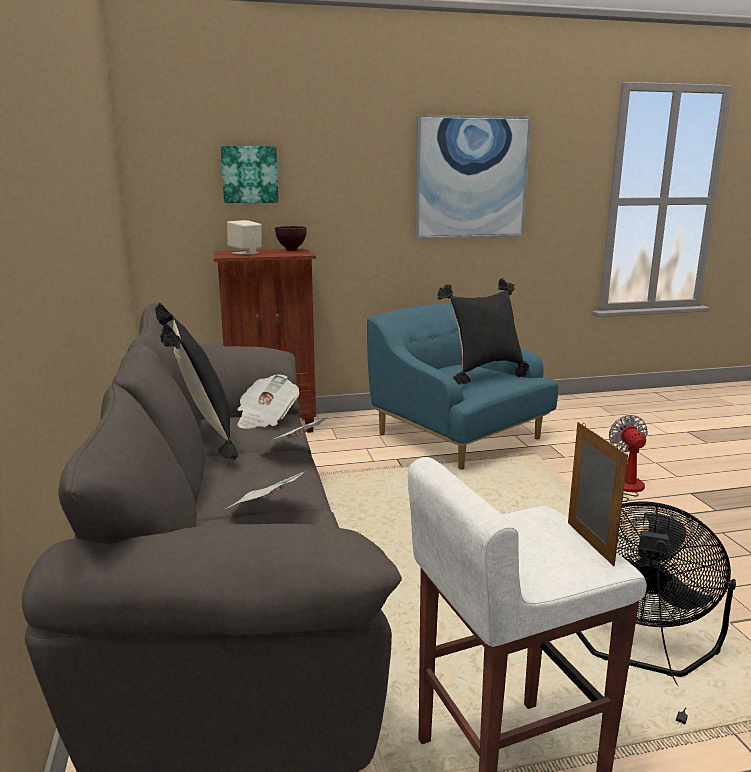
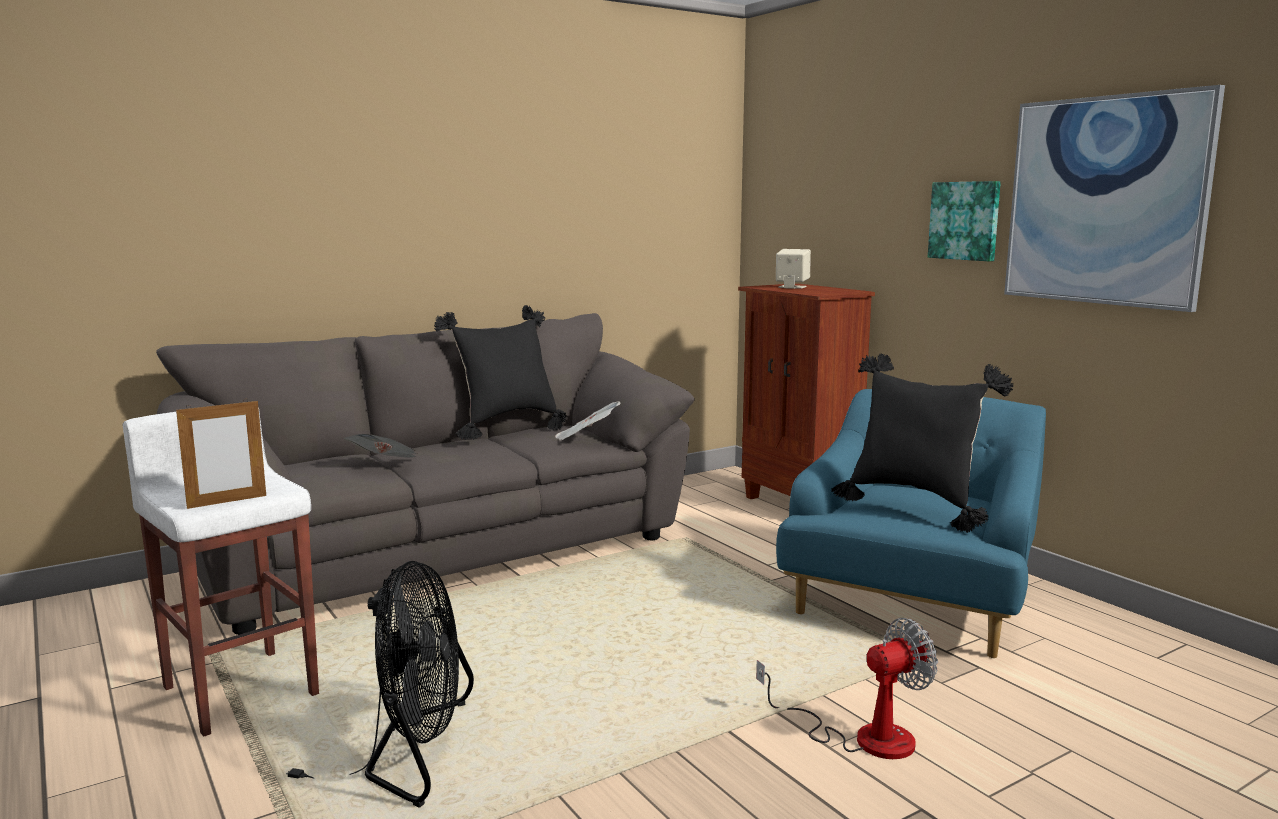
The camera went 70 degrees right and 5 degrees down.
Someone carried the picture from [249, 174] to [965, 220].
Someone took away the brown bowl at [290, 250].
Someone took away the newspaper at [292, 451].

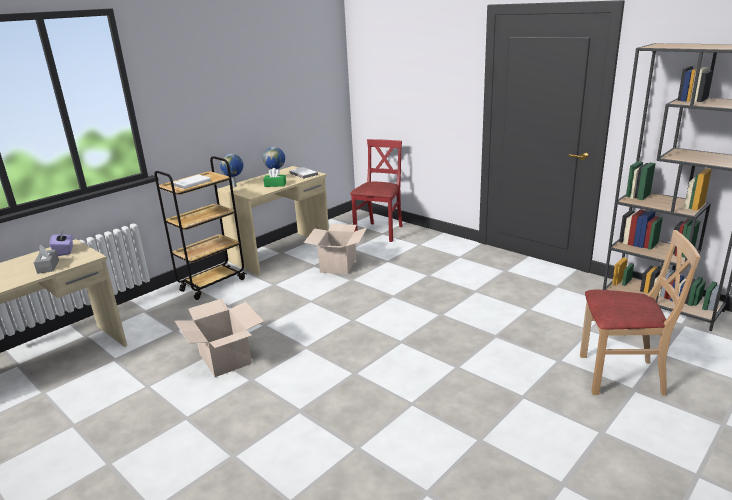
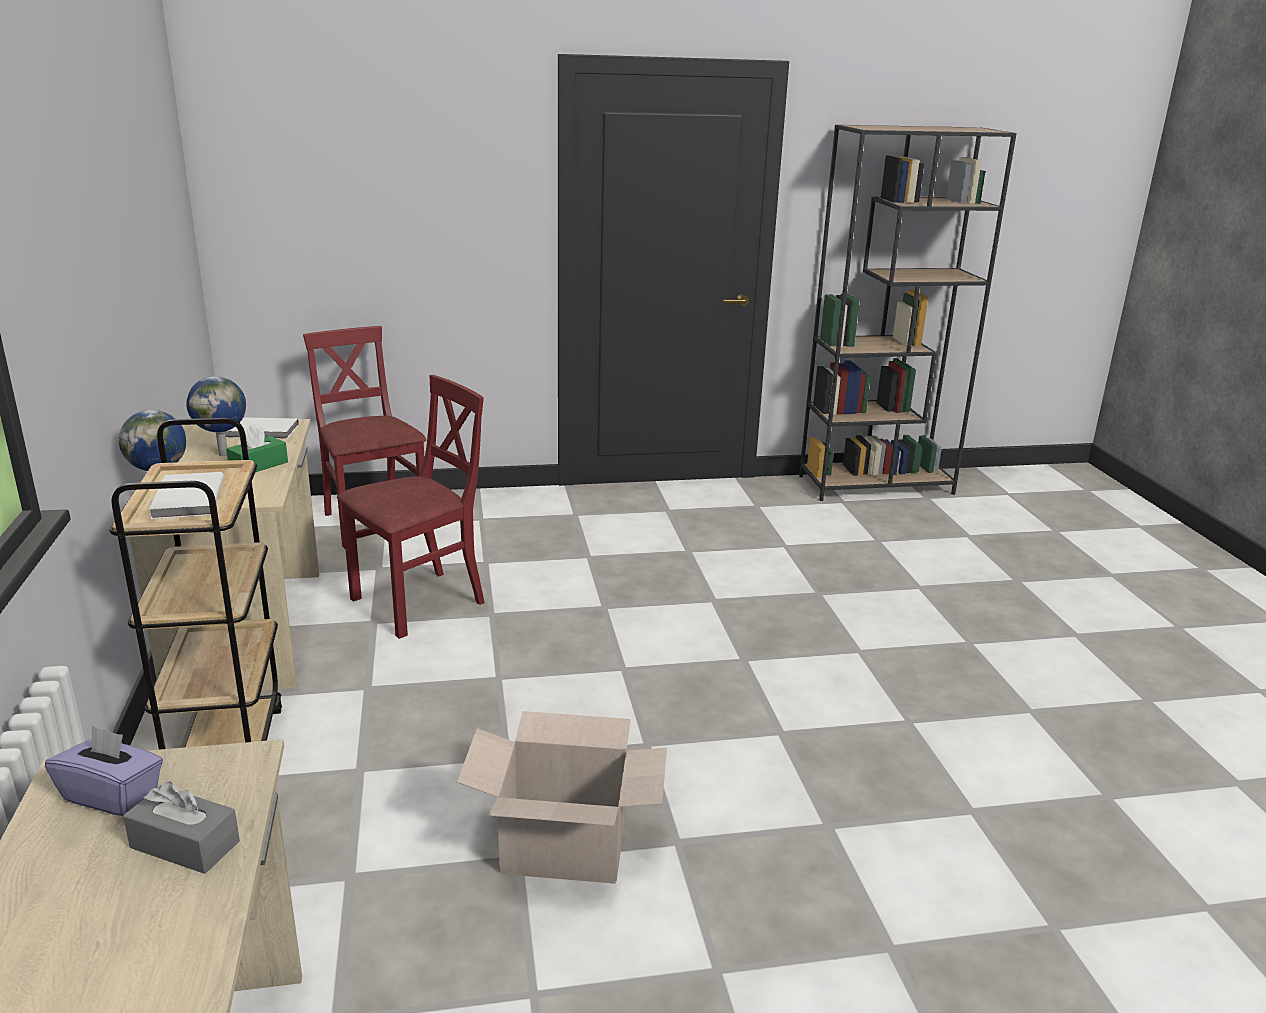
The camera went 55 degrees left and 0 degrees up.
Someone swapped the cardboard box at [338, 265] for the red chair at [418, 602].
Someone took away the beige chair at [620, 375].

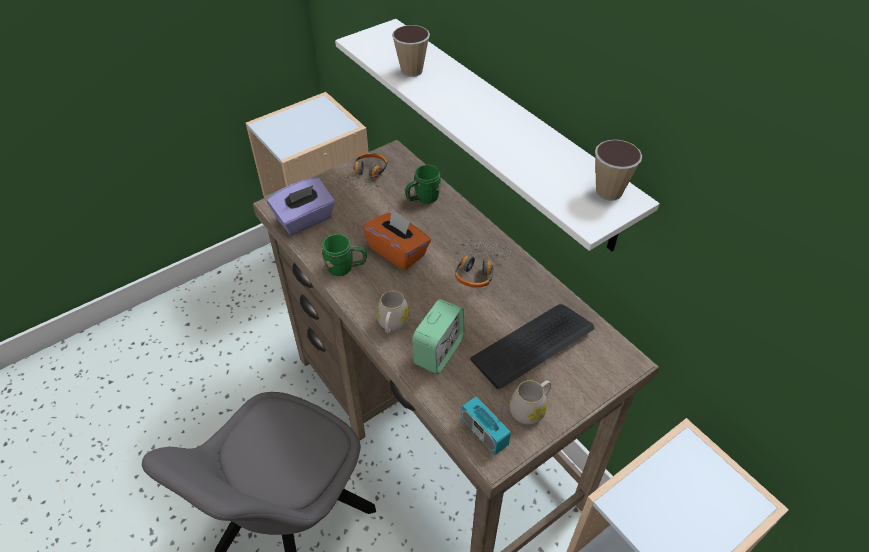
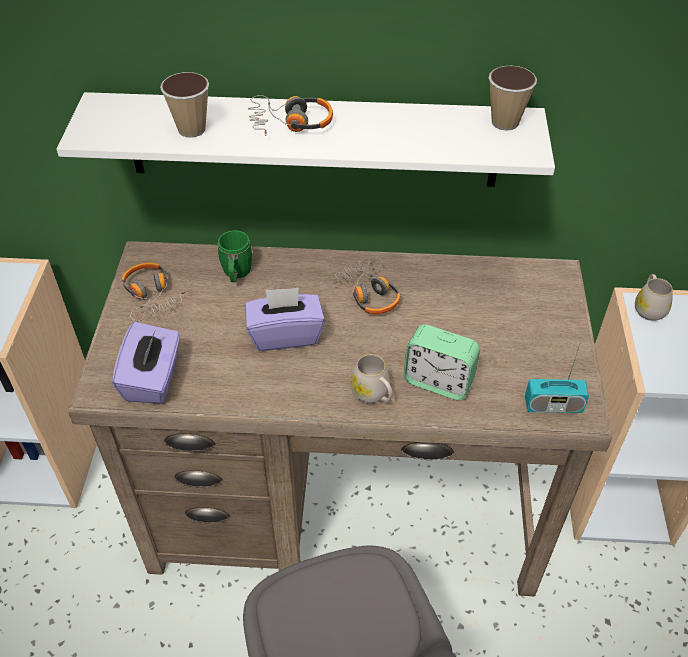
The camera went 50 degrees left and 0 degrees up.
Someone repainted the orange tissue box at [398, 252], which became the purple tissue box at [285, 334].
Someone took away the green mug at [346, 268].
Someone rotated the alarm clock at [438, 352] by 135 degrees clockwise.
Someone took away the keyboard at [531, 346].
Someone carried the white mug from [530, 409] to [648, 308].
Someone put down the headphones at [290, 123].

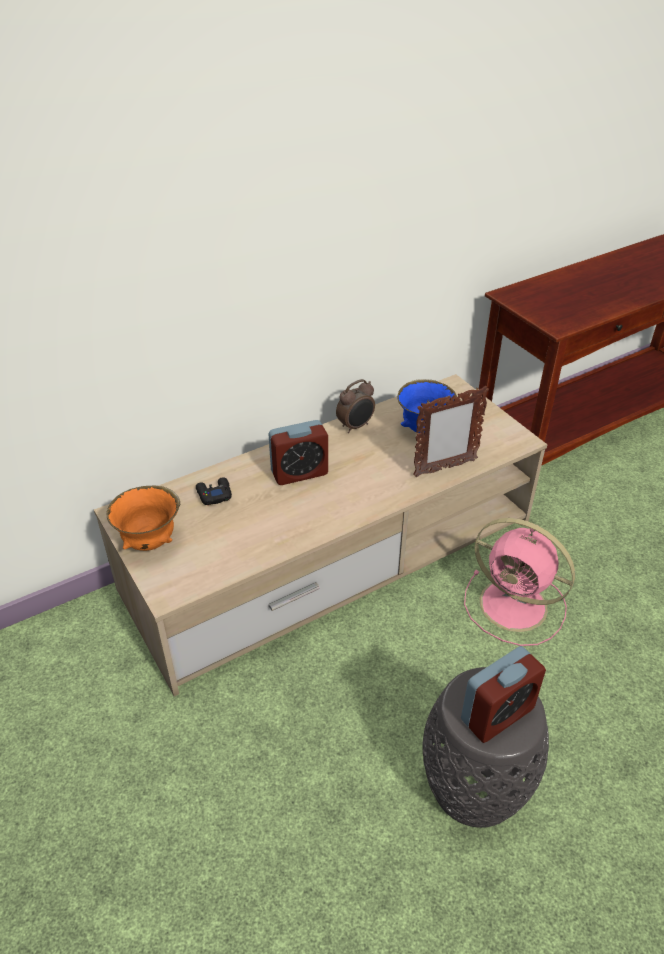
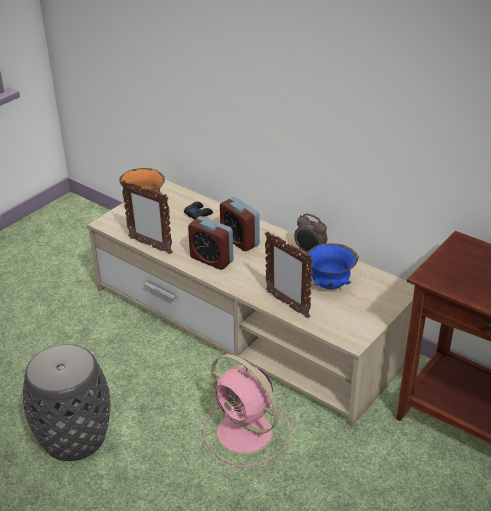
The camera went 70 degrees right and 5 degrees down.
Someone rotated the pink fan at [516, 606] by 60 degrees counterclockwise.
Someone carried the alarm clock from [497, 714] to [211, 259].
Someone put down the picture frame at [150, 245].

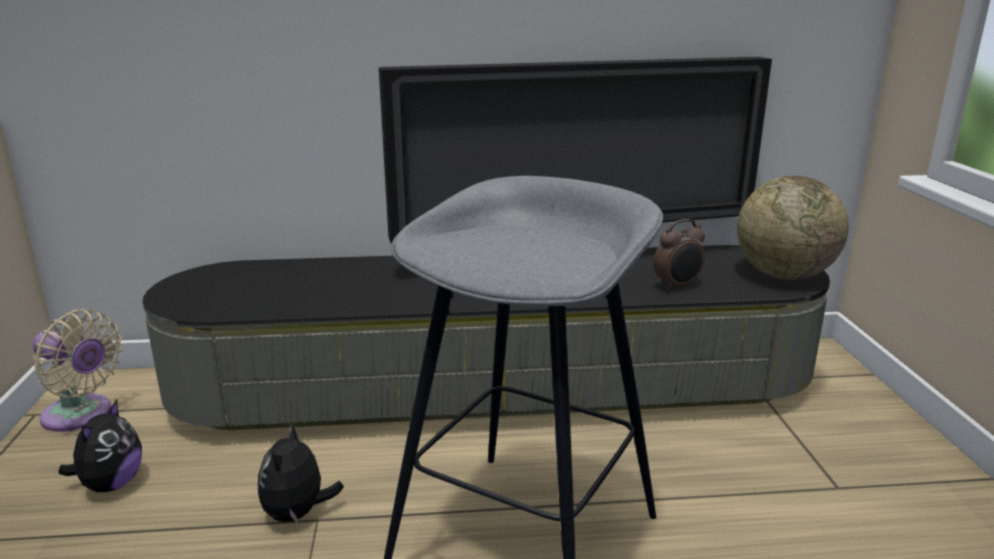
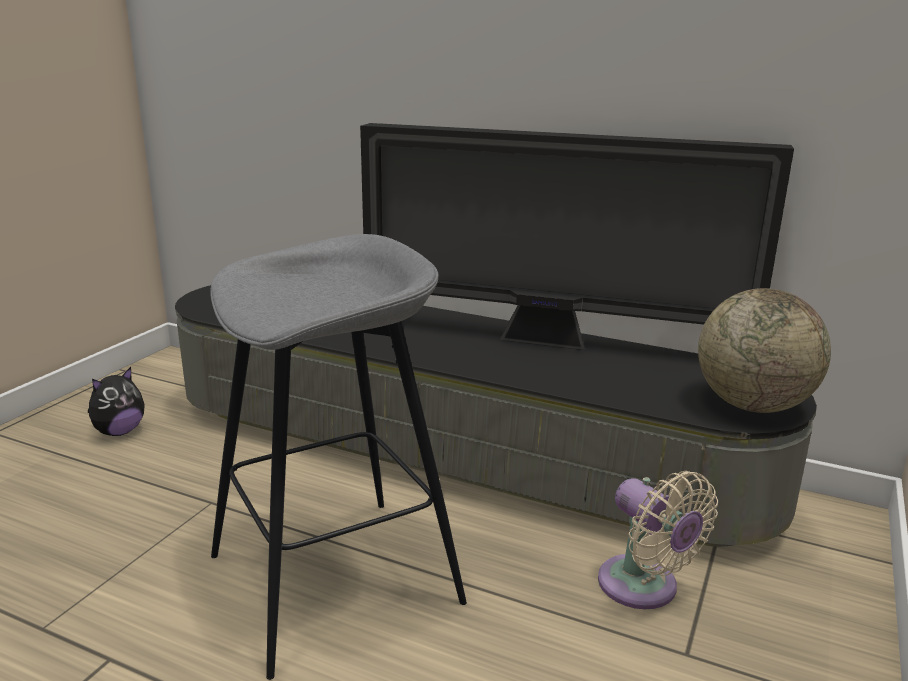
The camera went 30 degrees right and 0 degrees up.
Someone took away the alarm clock at [677, 286].
Someone carried the beige fan from [81, 415] to [643, 588].
Someone took away the plush toy at [298, 514].

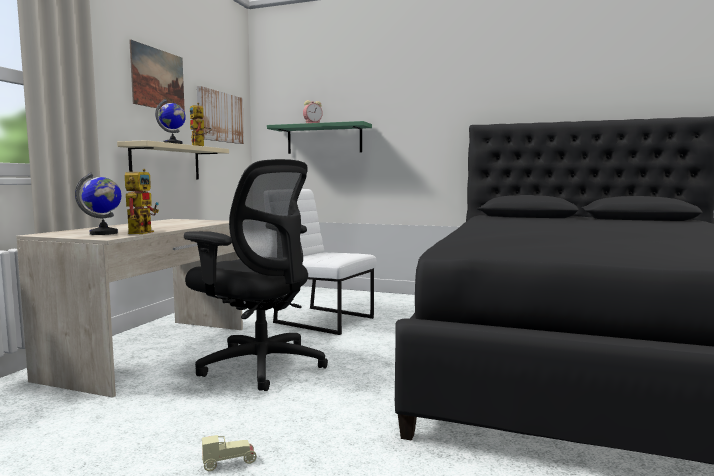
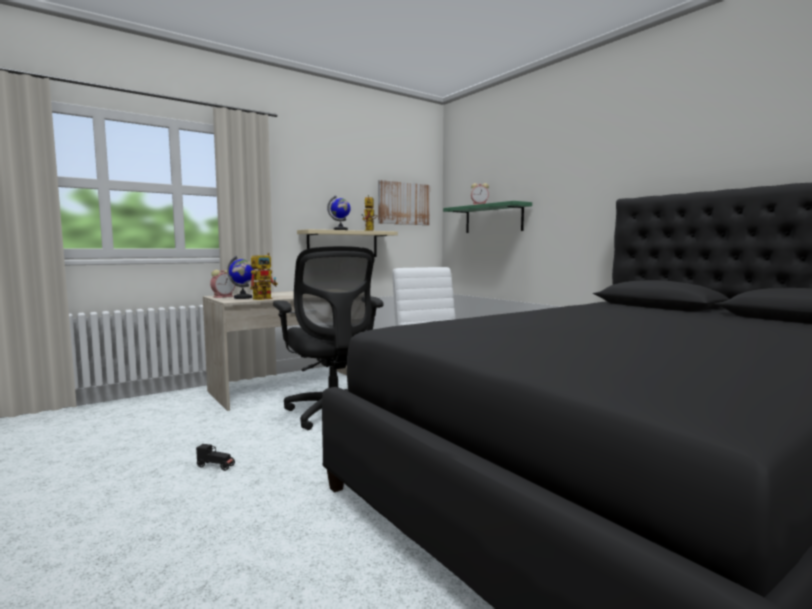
The camera went 35 degrees right and 0 degrees up.
Someone took away the picture at [158, 79].
Someone repainted the beige toy car at [229, 462], which became the black toy car at [216, 466].
Someone put down the alarm clock at [224, 296].

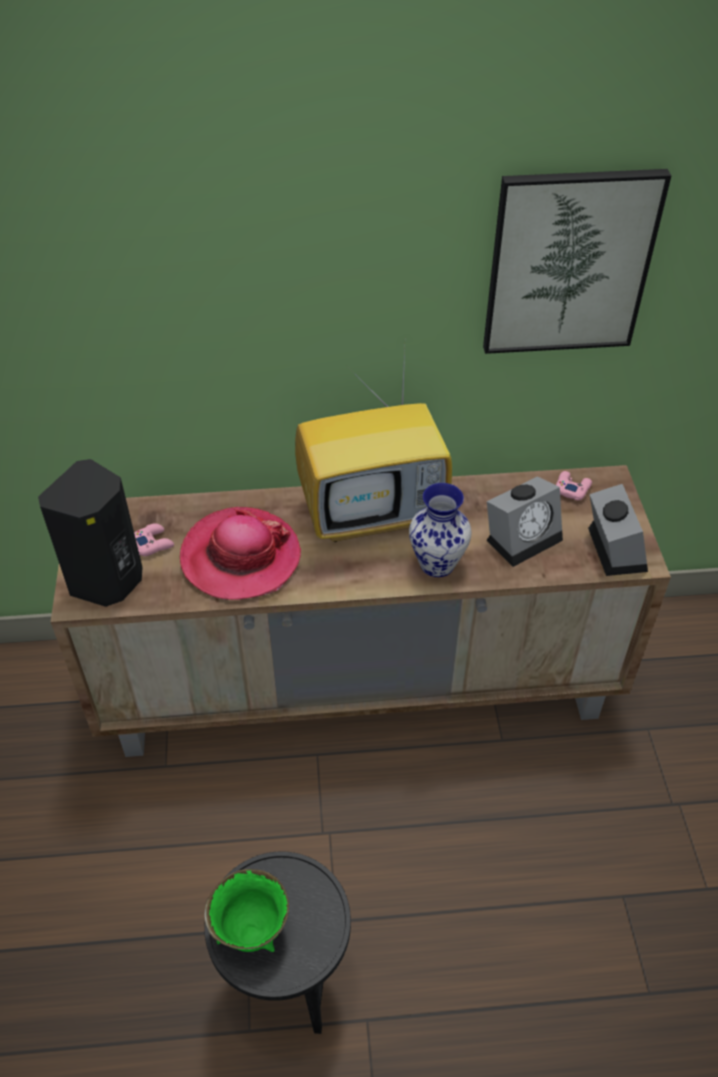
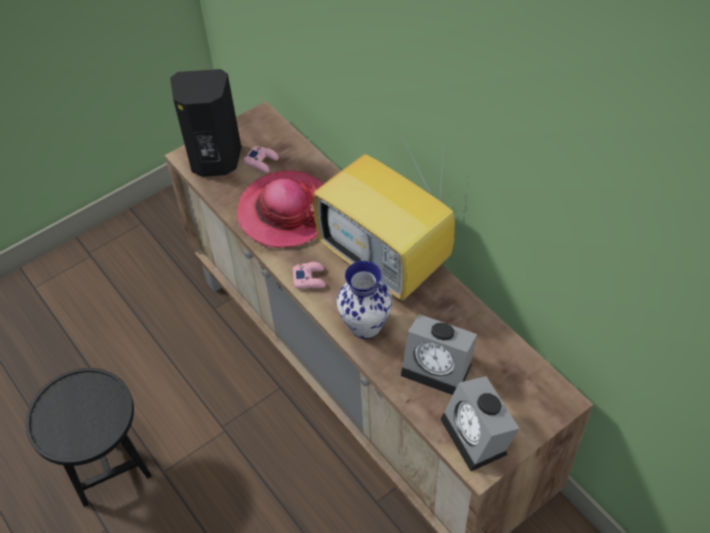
The camera went 60 degrees right and 5 degrees up.
Someone took away the picture at [569, 263].
Someone carried the pink game controller from [571, 488] to [309, 278].
Someone rotated the alarm clock at [612, 548] by 105 degrees clockwise.
Someone took away the green bowl at [251, 929].

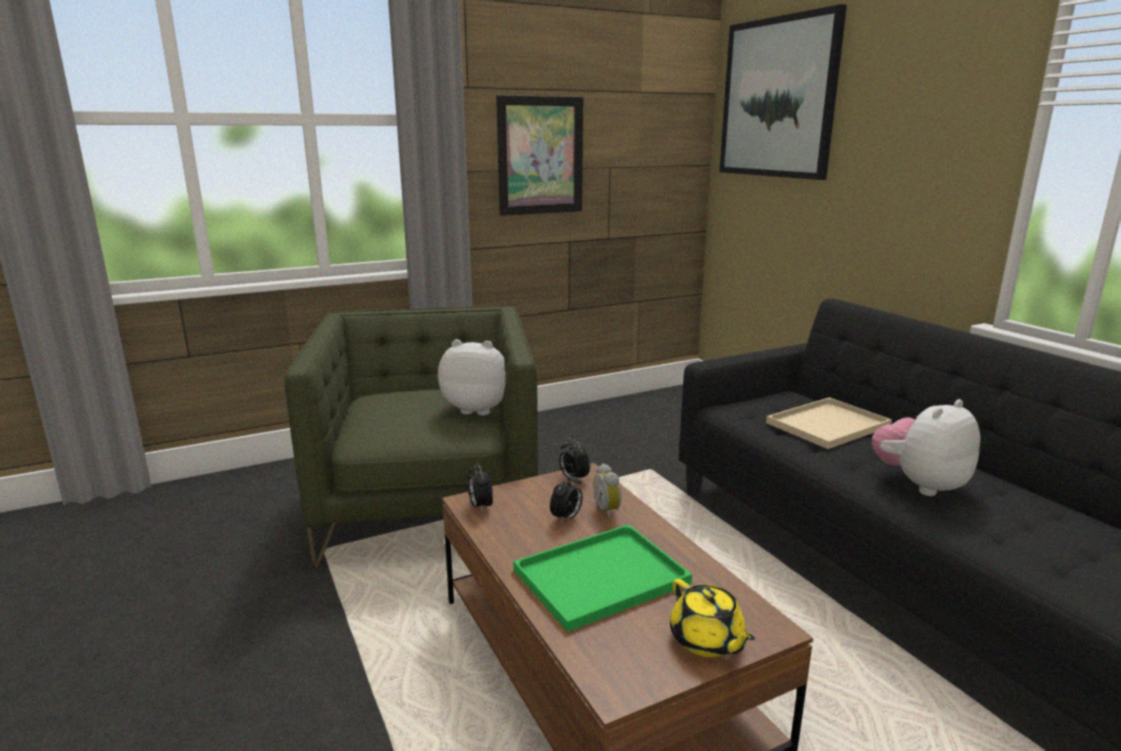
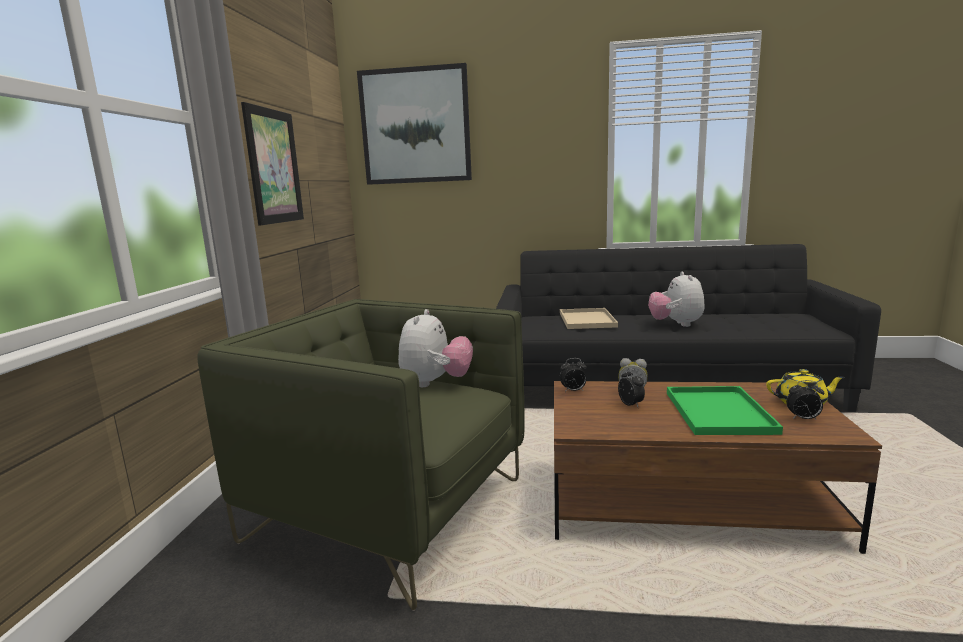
The camera went 55 degrees left and 5 degrees down.
Someone rotated the plush toy at [478, 409] by 150 degrees clockwise.
Someone carried the alarm clock from [480, 506] to [803, 419].

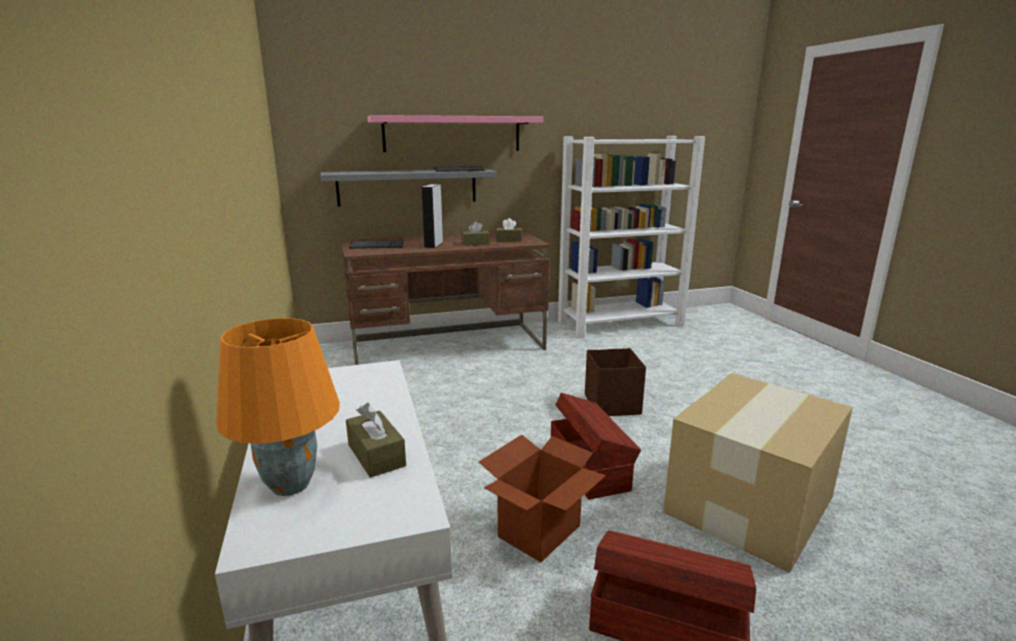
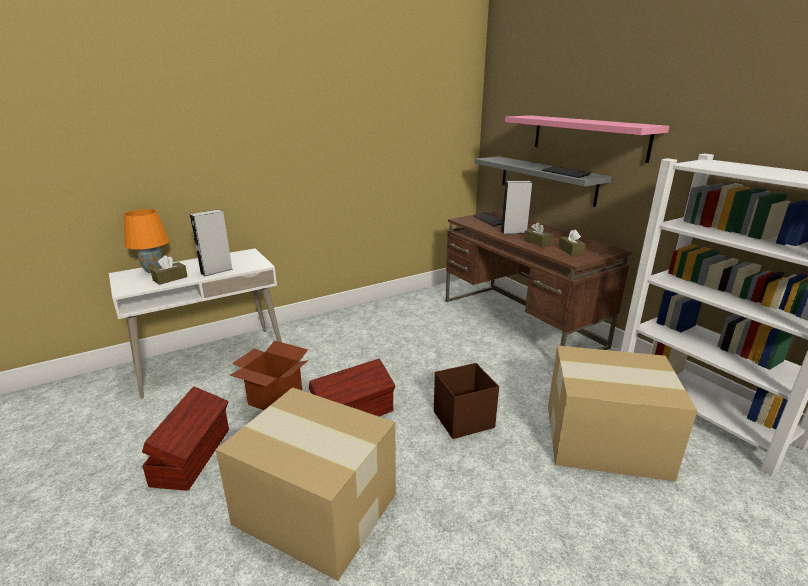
The camera went 75 degrees right and 5 degrees up.
Someone put down the grey speaker at [216, 271].
Someone put down the cardboard box at [607, 441].

